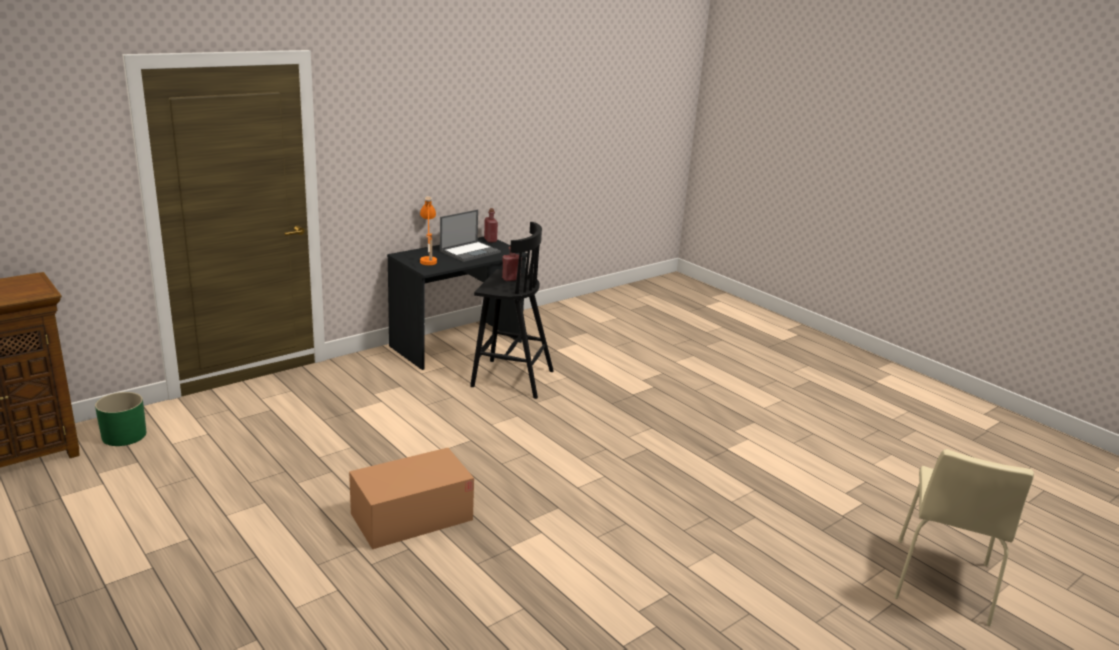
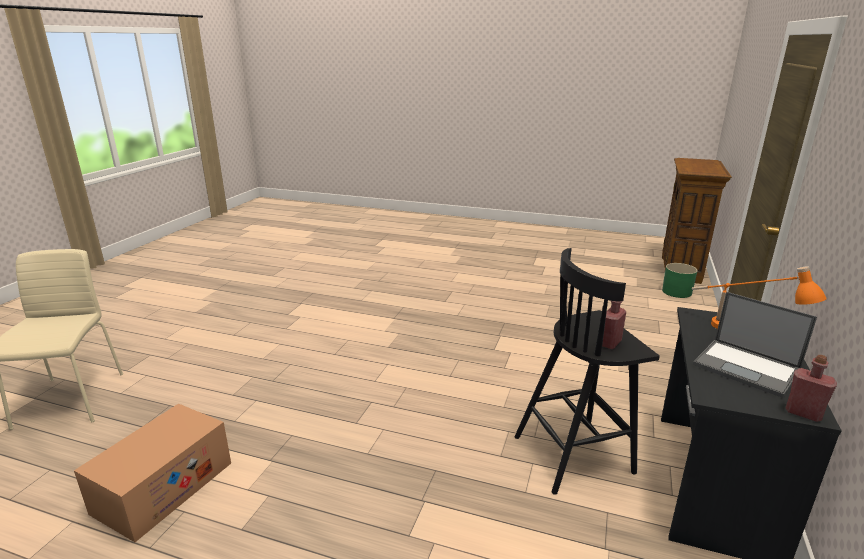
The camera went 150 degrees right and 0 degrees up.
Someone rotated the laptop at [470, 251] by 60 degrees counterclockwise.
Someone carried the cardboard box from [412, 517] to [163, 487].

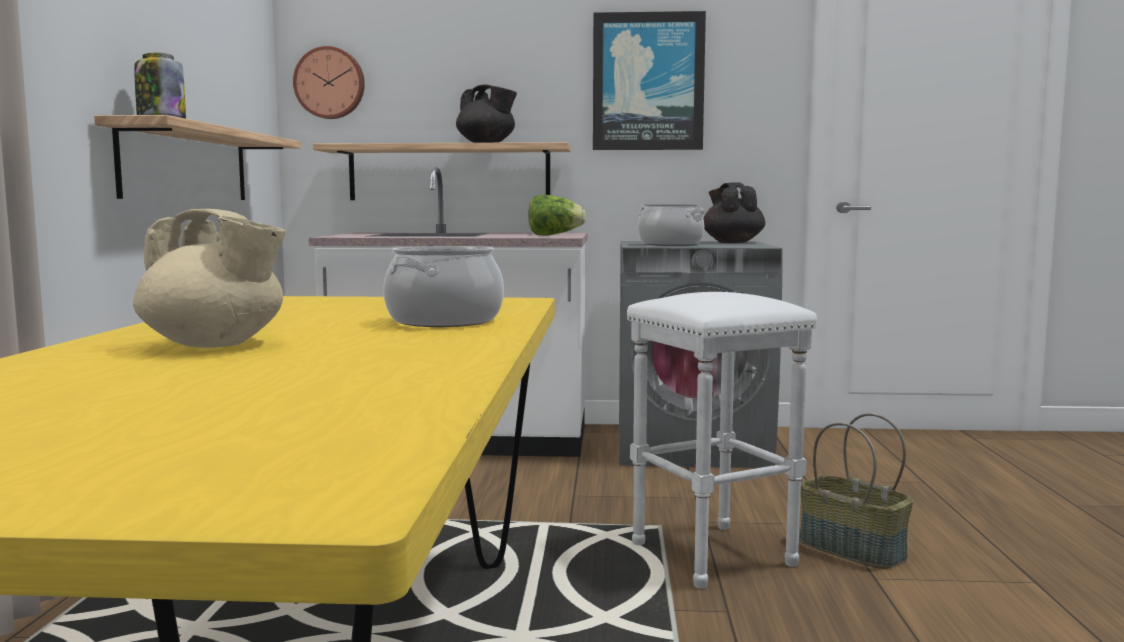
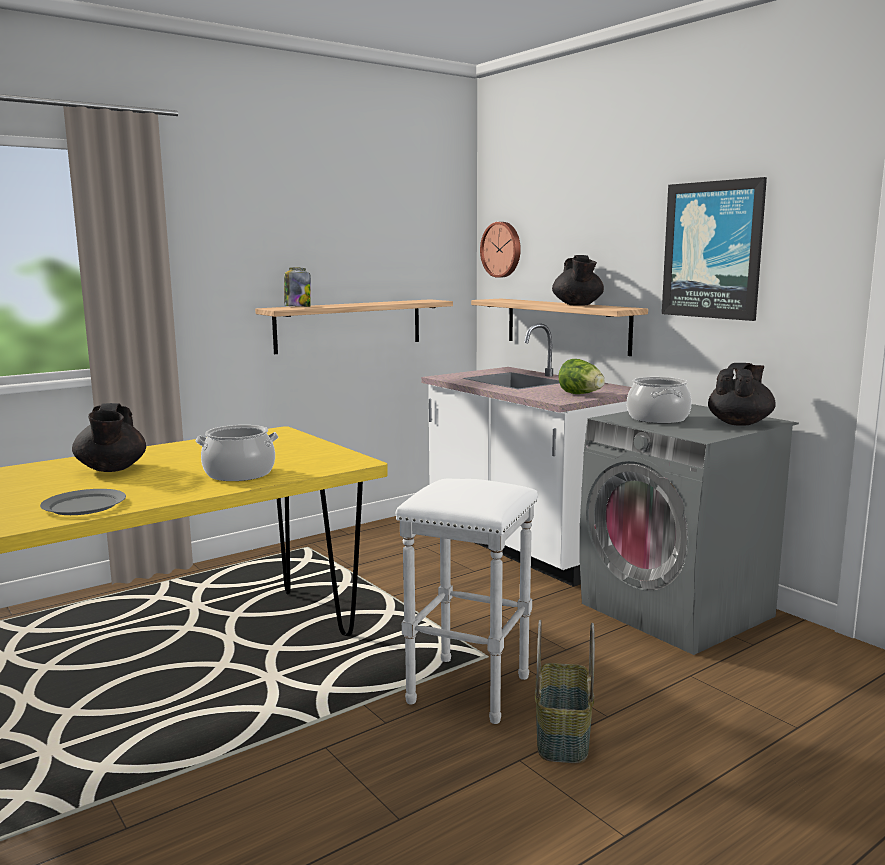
The camera went 50 degrees right and 5 degrees up.
Someone repainted the beige teapot at [215, 345], which became the black teapot at [111, 469].
Someone put down the grey plate at [83, 505].

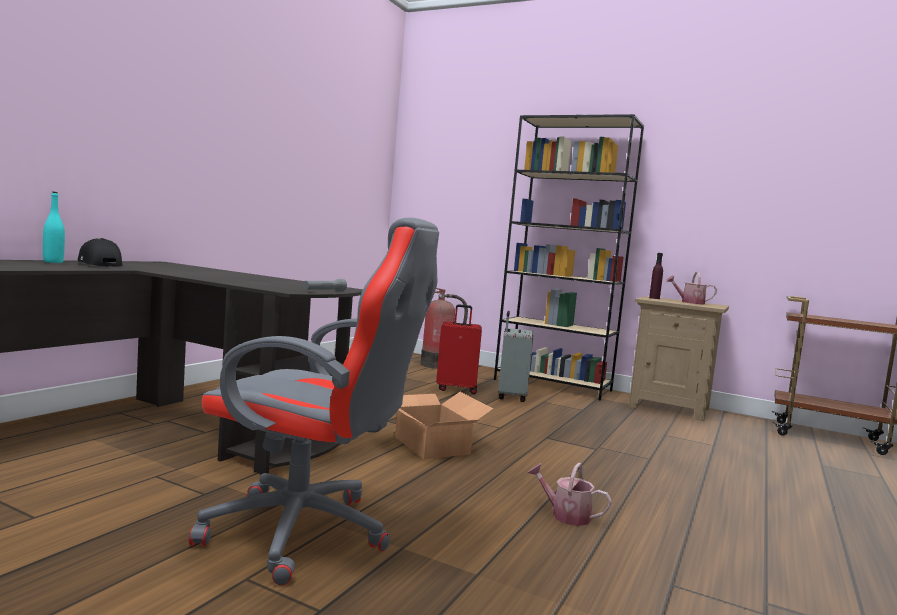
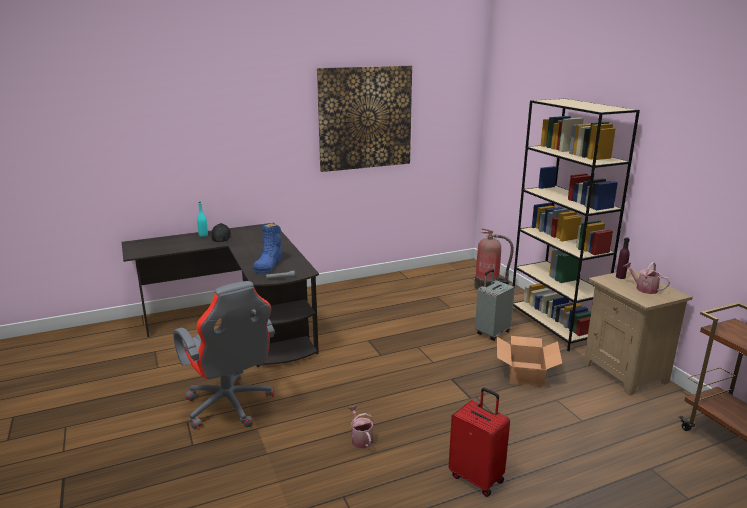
The camera went 40 degrees right and 15 degrees up.
Someone carried the red suitcase from [456, 389] to [477, 478].
Someone carried the cardboard box from [432, 445] to [526, 373].
Someone put up the picture at [365, 118].
Someone put down the blue boot at [268, 264].

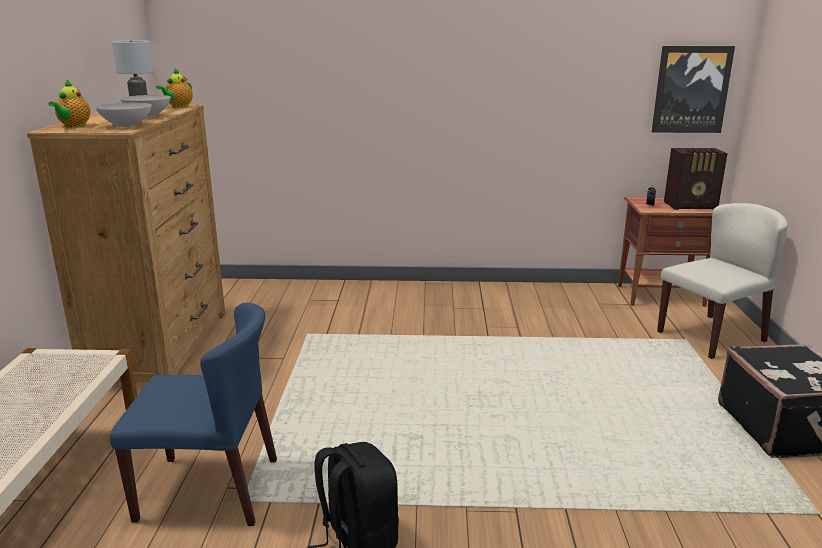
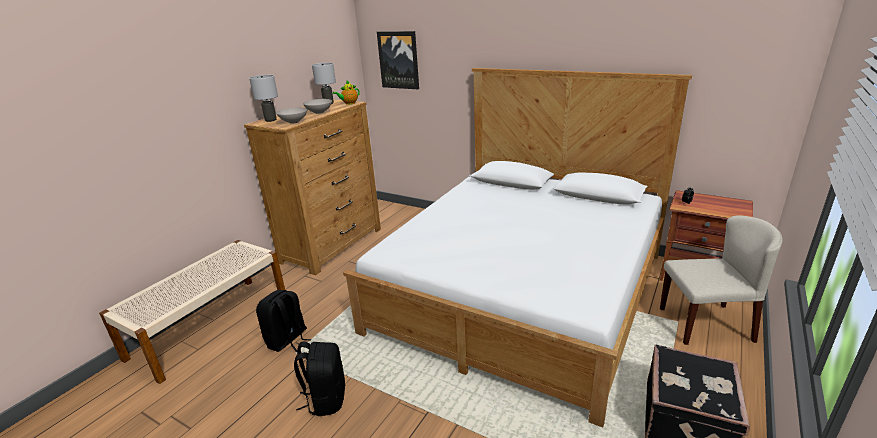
The camera went 30 degrees right and 5 degrees up.
Someone carried the picture from [691, 89] to [398, 60].
Someone swapped the teapot at [73, 126] for the white table lamp at [271, 120].
Someone took away the radio at [691, 206].
Someone swapped the blue chair at [210, 489] for the black backpack at [287, 340].
Someone put down the bed at [521, 291].

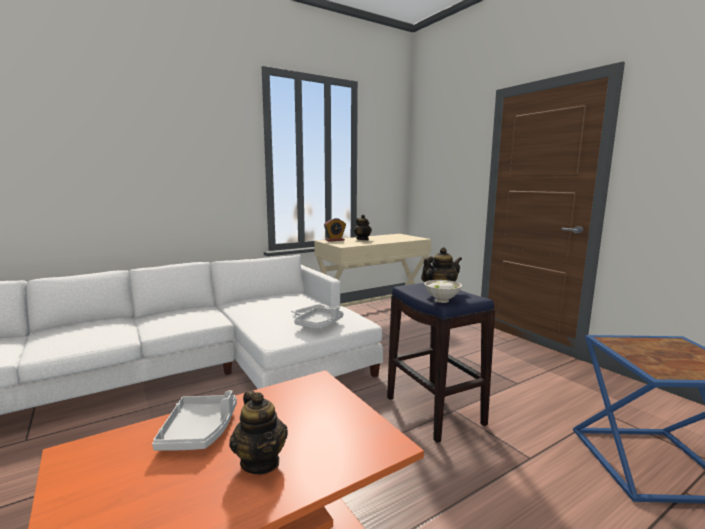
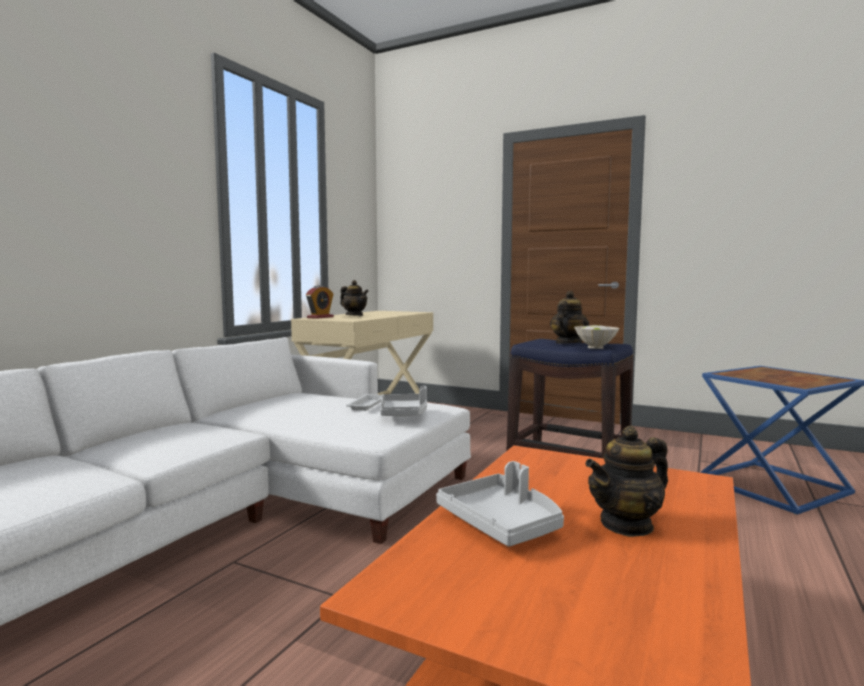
The camera went 30 degrees left and 5 degrees down.
Someone rotated the teapot at [260, 461] by 120 degrees clockwise.

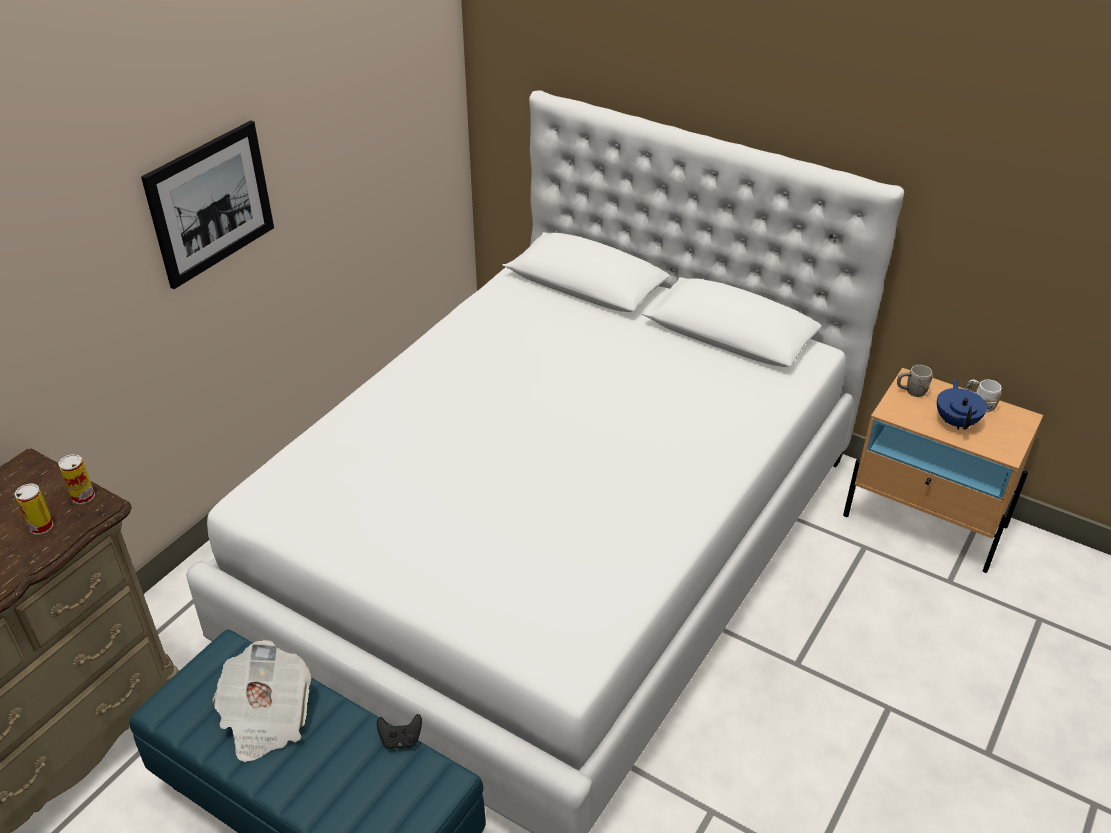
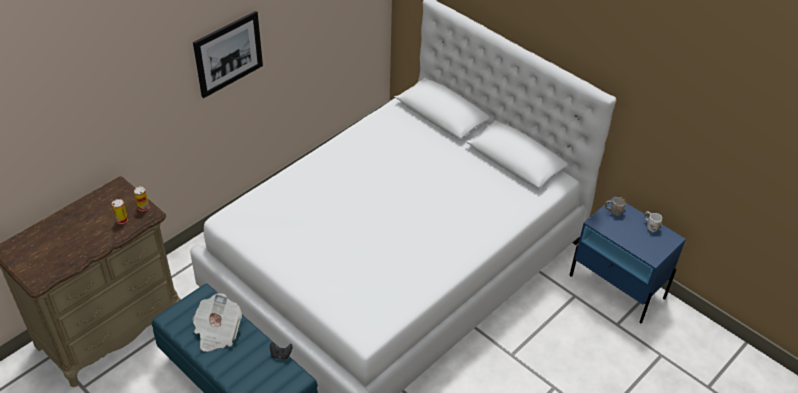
The camera went 10 degrees right and 5 degrees up.
Someone repainted the beige nightstand at [925, 521], which became the blue nightstand at [617, 287].
Someone took away the blue teapot at [956, 421].

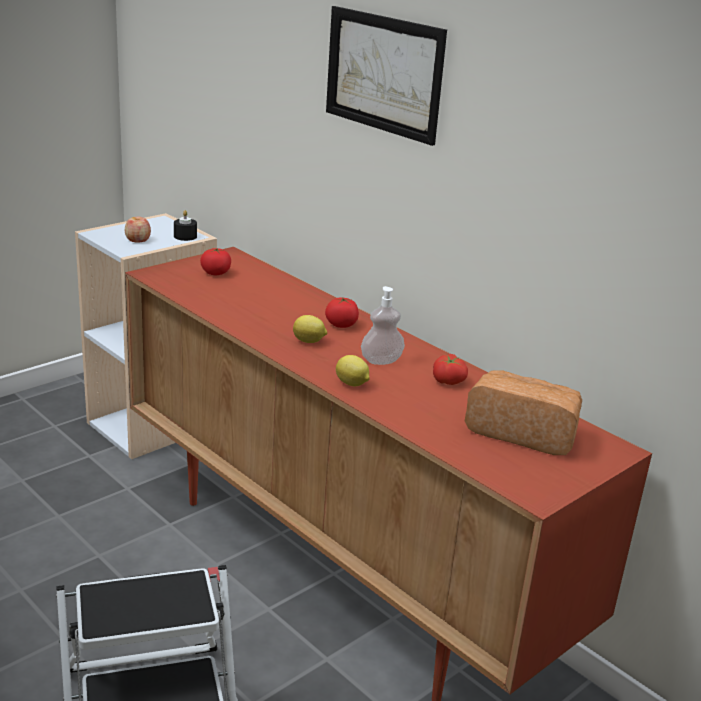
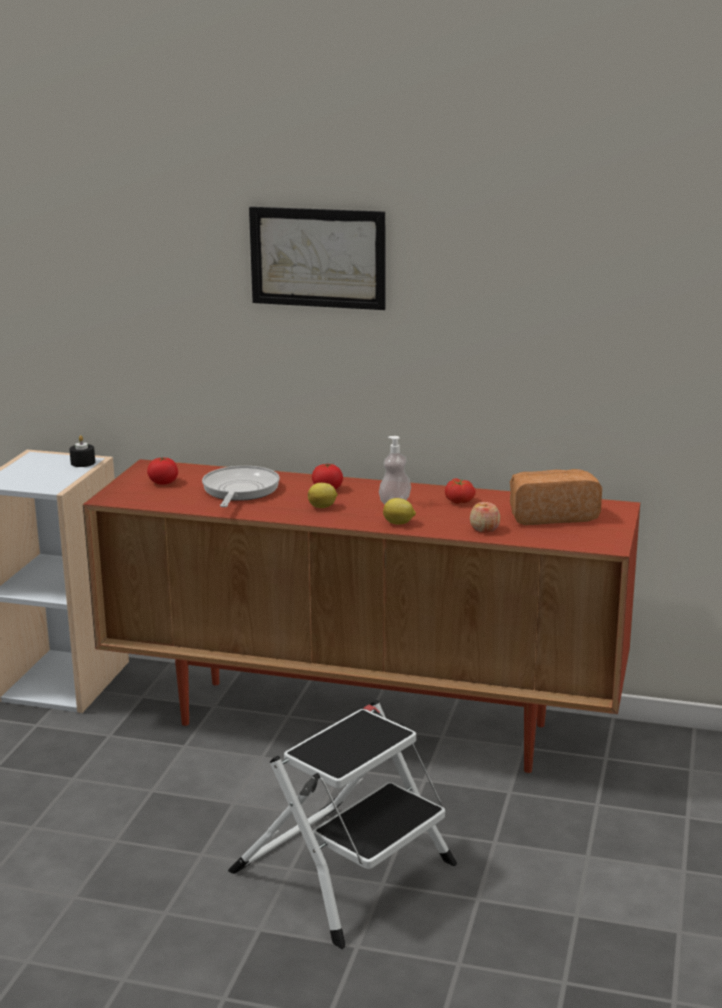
The camera went 30 degrees left and 5 degrees down.
Someone carried the apple from [138, 240] to [484, 529].
Someone put down the frying pan at [239, 491].

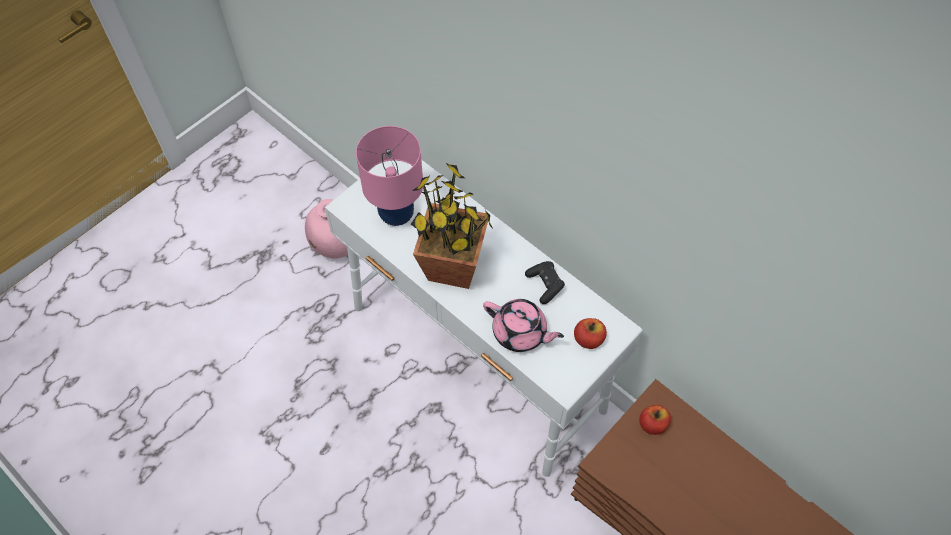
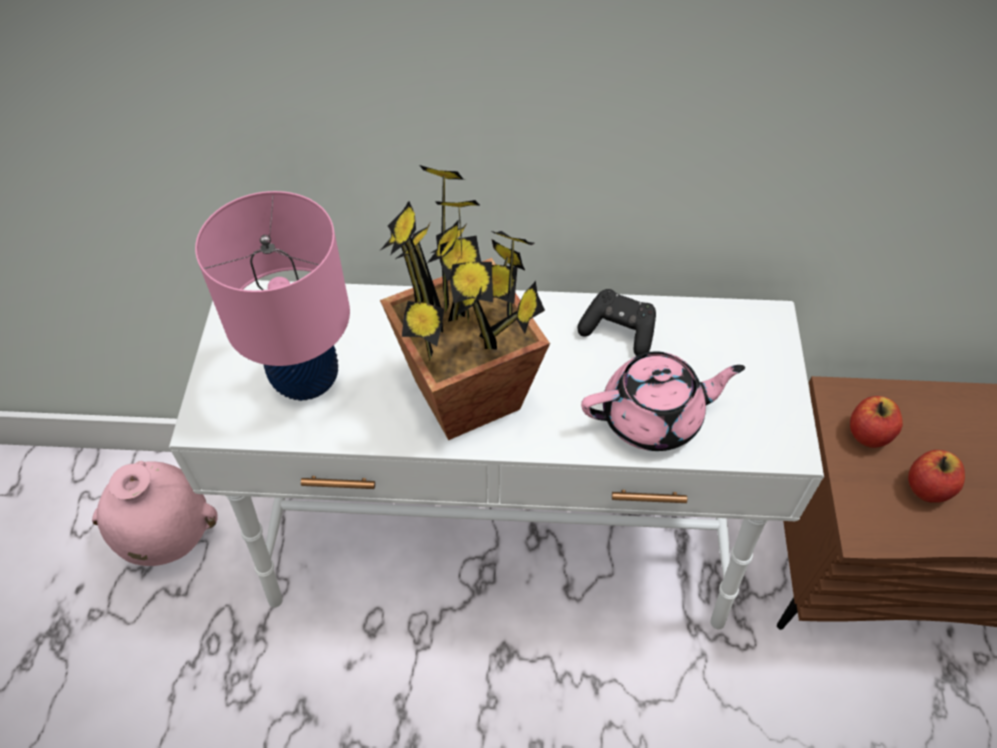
The camera went 40 degrees left and 5 degrees down.
Someone carried the apple from [588, 339] to [927, 487].

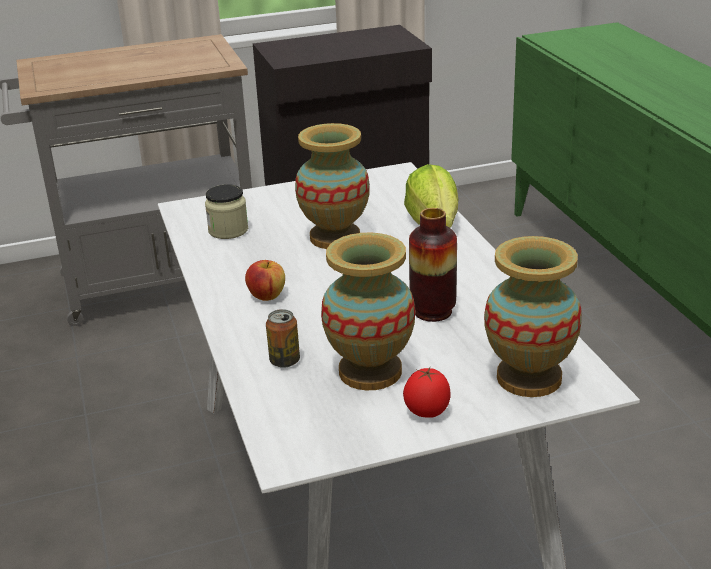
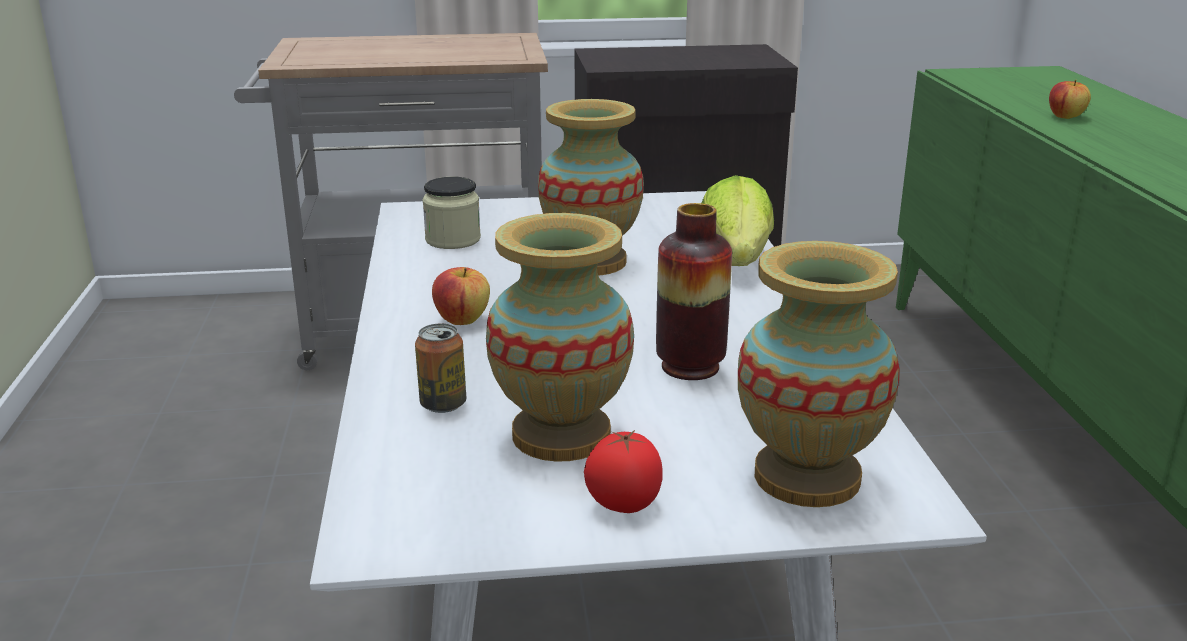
The camera went 10 degrees right and 5 degrees down.
Someone put down the apple at [1065, 117].

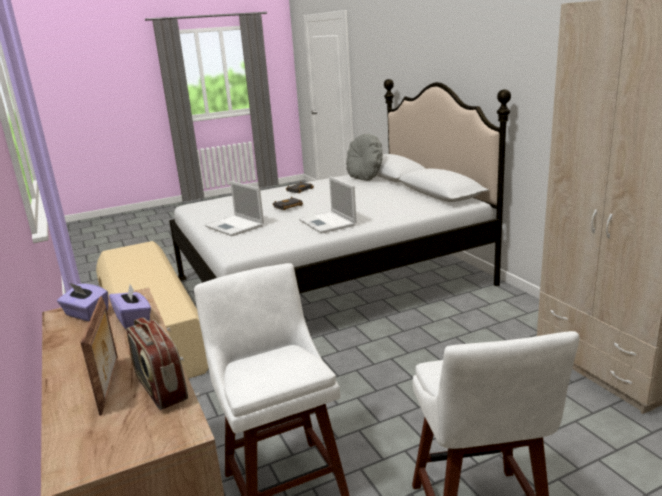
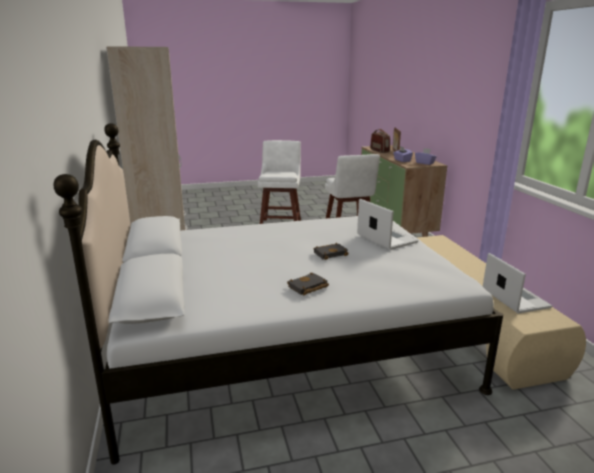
The camera went 170 degrees left and 0 degrees up.
Someone took away the grey pillow at [365, 178].
Someone carried the laptop from [328, 223] to [514, 298].

